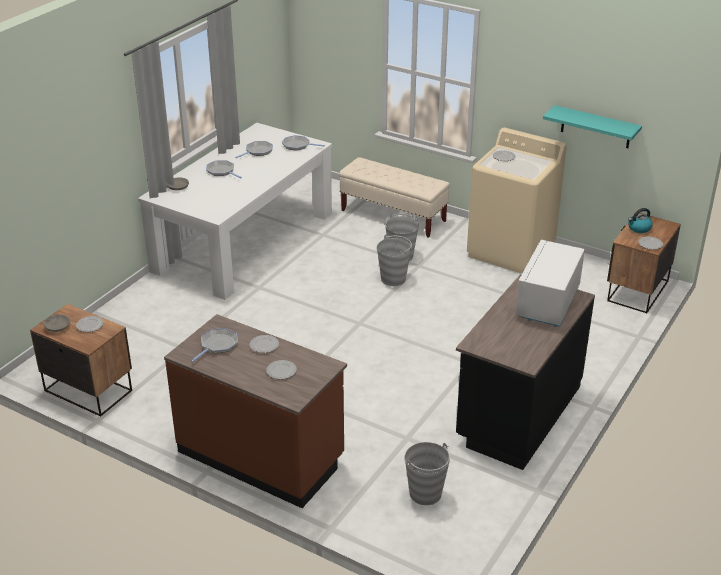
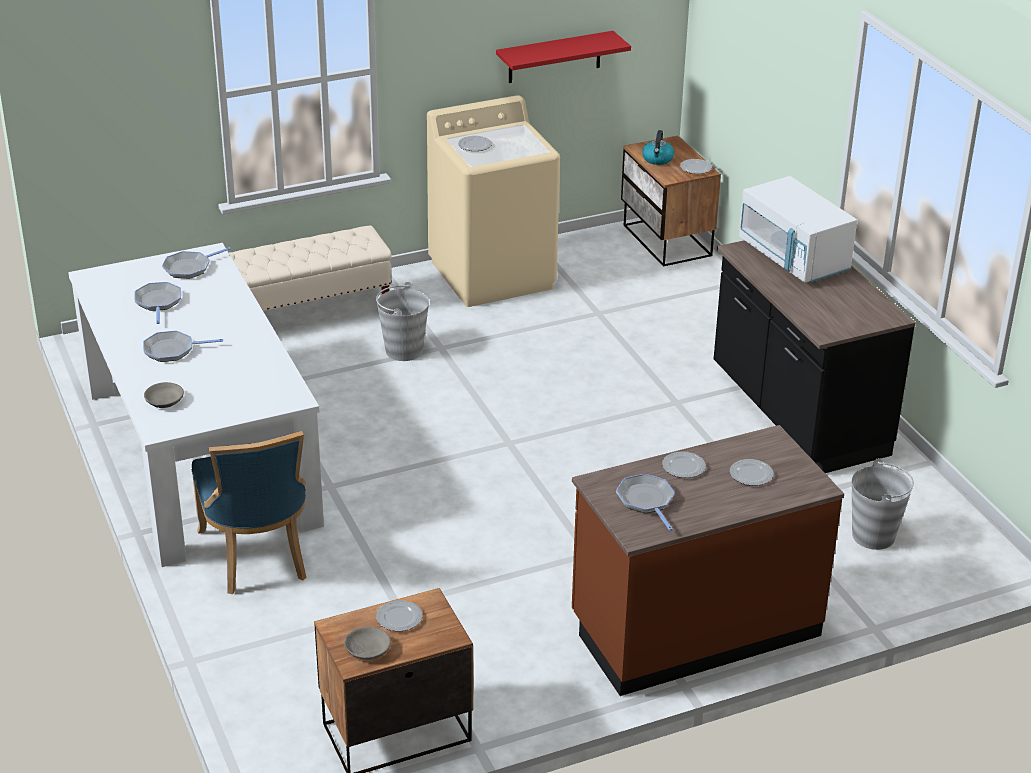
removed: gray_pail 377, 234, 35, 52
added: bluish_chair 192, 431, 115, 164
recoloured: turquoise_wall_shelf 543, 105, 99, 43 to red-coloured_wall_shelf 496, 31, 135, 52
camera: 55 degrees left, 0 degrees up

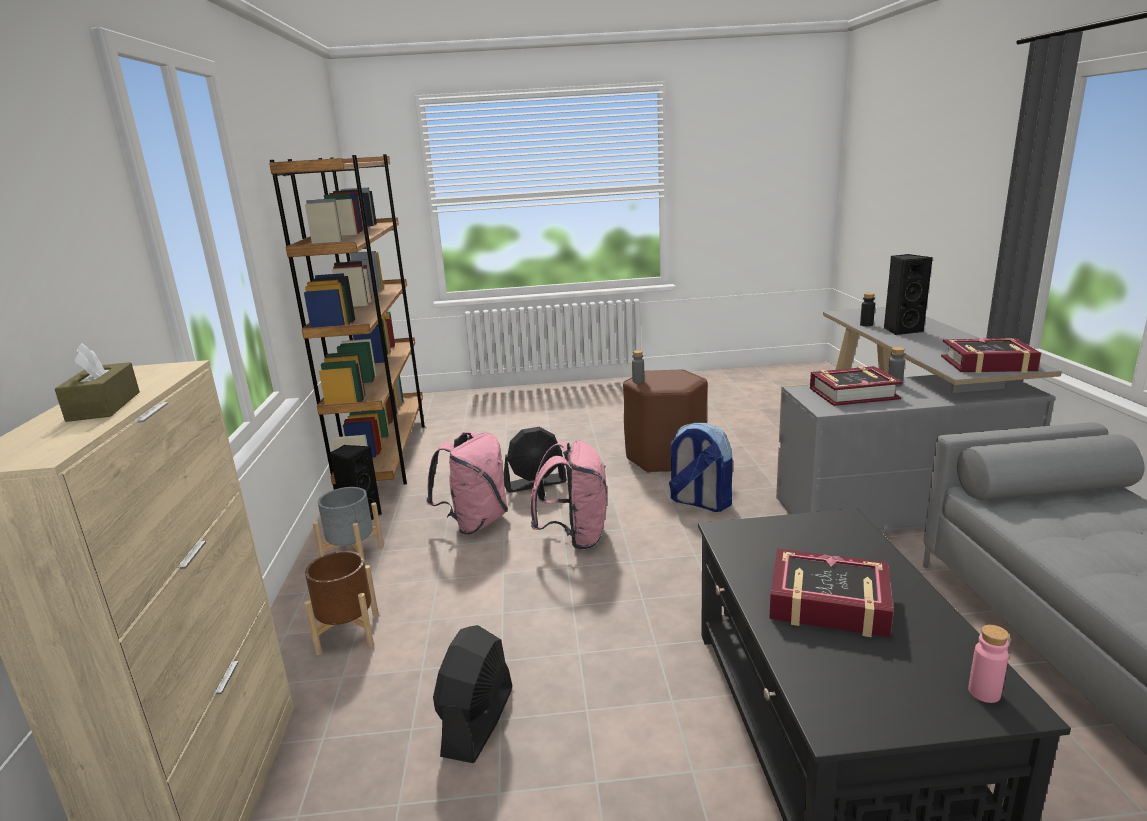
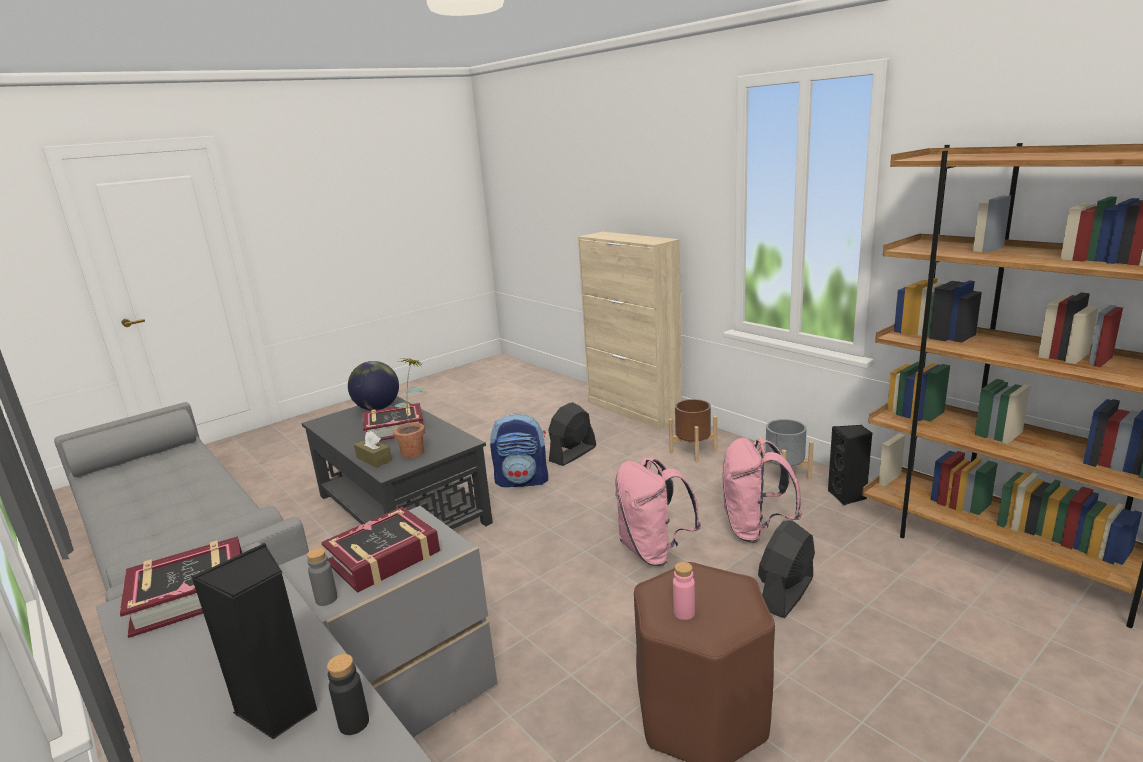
removed: gray_drink_bottle 632, 350, 13, 33
added: world_globe 348, 361, 51, 49; potted_plant 391, 358, 36, 100
moved: brown-coloured_box_of_tissues 55, 343, 85, 79 to 354, 431, 38, 37; rucksack 669, 423, 64, 89 to 490, 413, 58, 74; pink-coloured_drink_bottle 968, 625, 41, 78 to 673, 562, 22, 58
turned: black_cooling_fan 433, 625, 79, 138 = 548, 402, 48, 64 120 degrees counterclockwise
camera: 145 degrees right, 0 degrees up

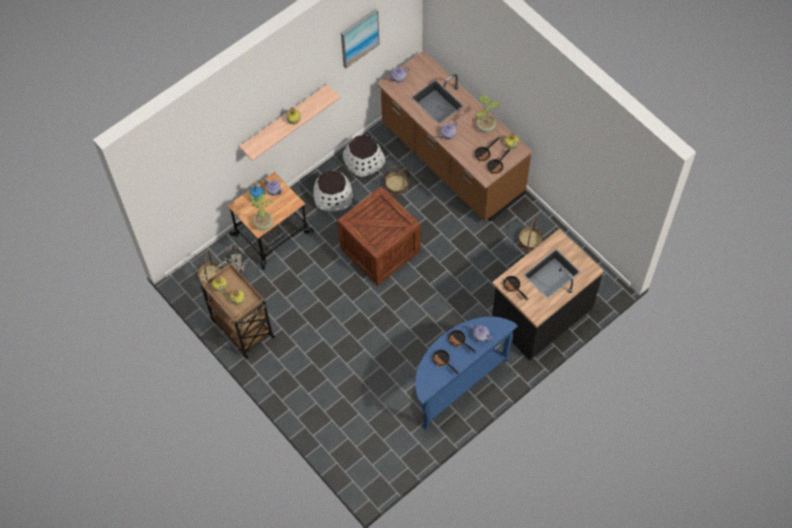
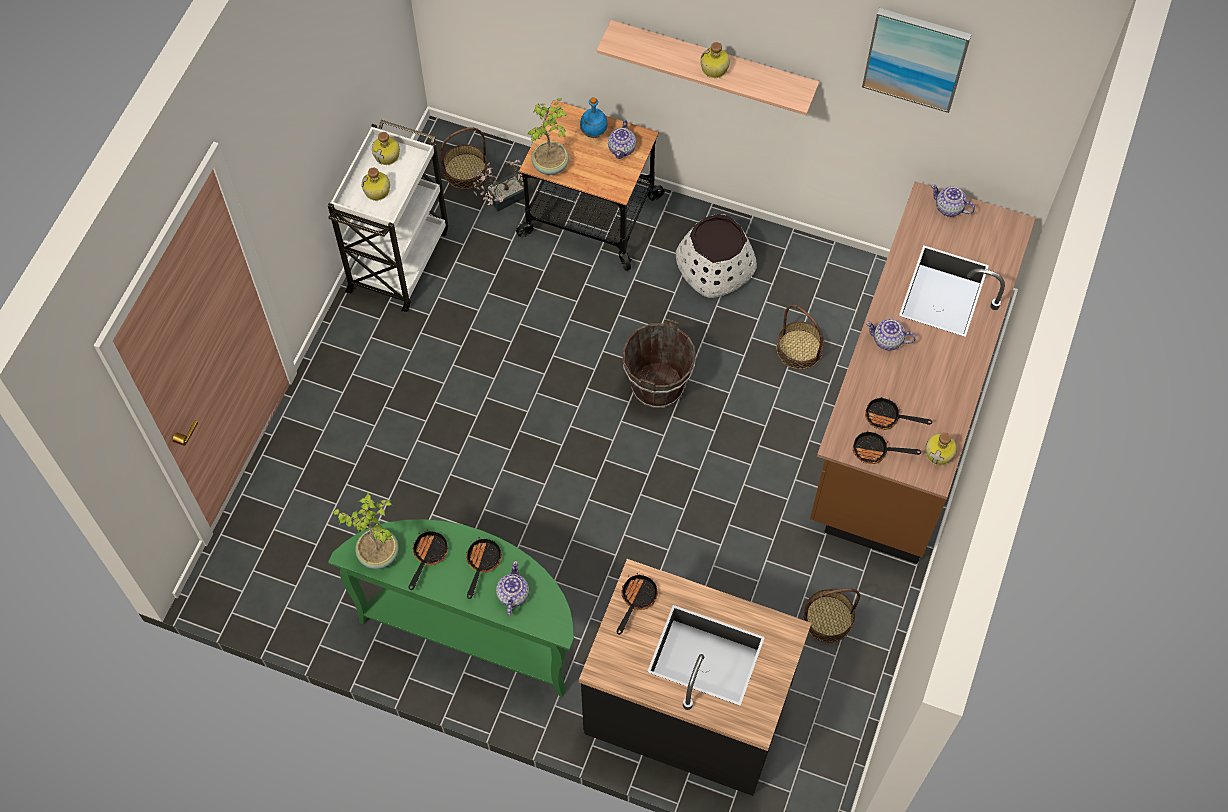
removed: white_plant_pot 343, 135, 42, 42
moved: potted_plant 476, 94, 24, 38 to 332, 493, 67, 76
replaced: packing_crate 337, 186, 84, 99 to brown-coloured_pail 623, 319, 73, 89
recoloured: brown-coloured_cart 199, 261, 77, 98 to white_cart 328, 120, 120, 192; bluish_hall_table 415, 316, 103, 113 to green-coloured_hall_table 328, 519, 246, 178
camera: 60 degrees right, 0 degrees up

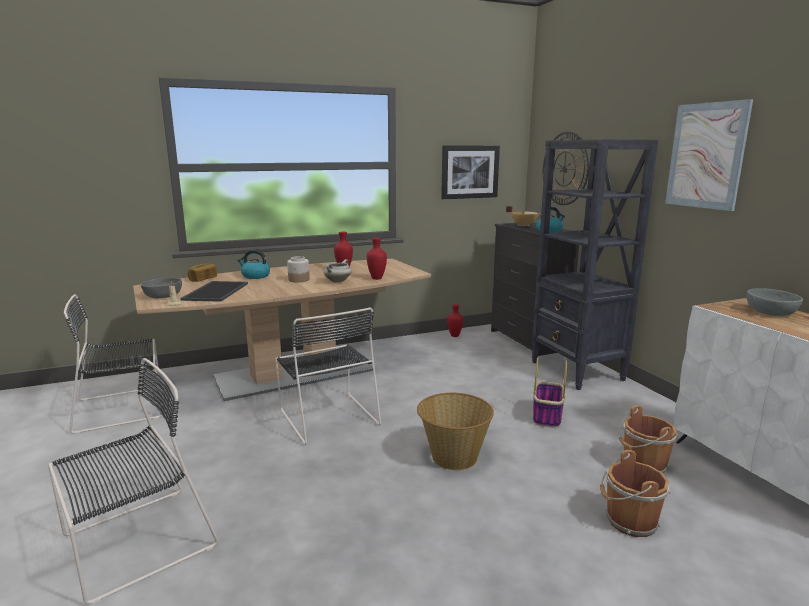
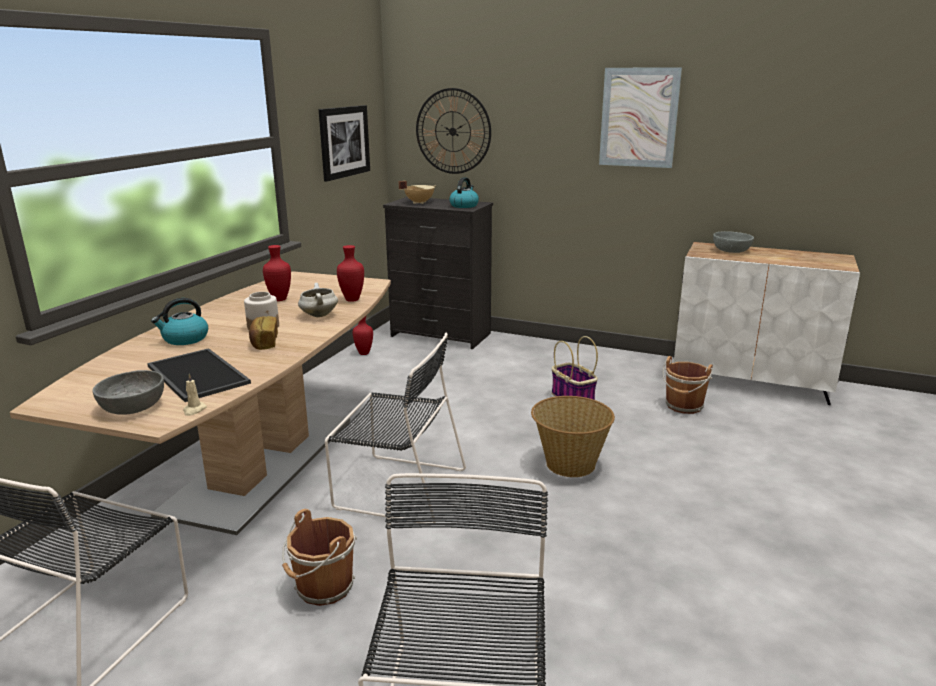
removed: black_bookcase 532, 139, 126, 251
moved: bakery_bread 188, 263, 29, 19 to 249, 316, 29, 34; brown-coloured_pail 600, 450, 71, 87 to 282, 509, 75, 97
camera: 45 degrees left, 5 degrees up

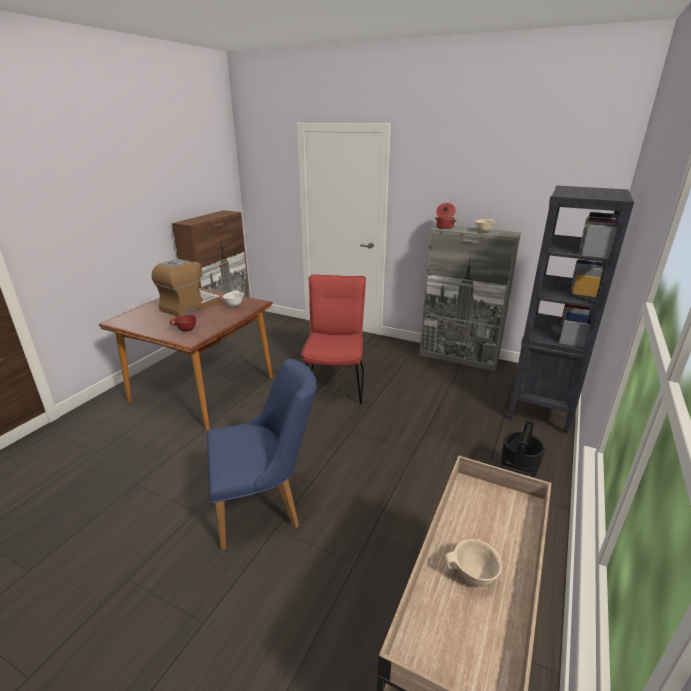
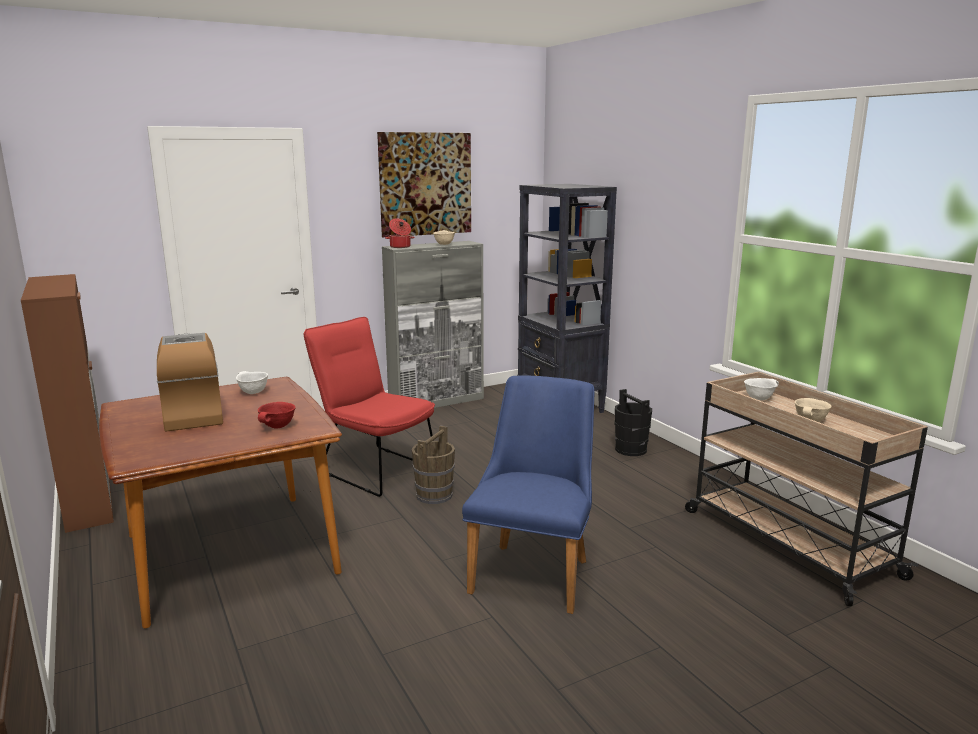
added: picture 377, 132, 94, 105; brown-coloured_pail 412, 425, 43, 79; white_bowl 744, 378, 35, 22
camera: 55 degrees left, 10 degrees down

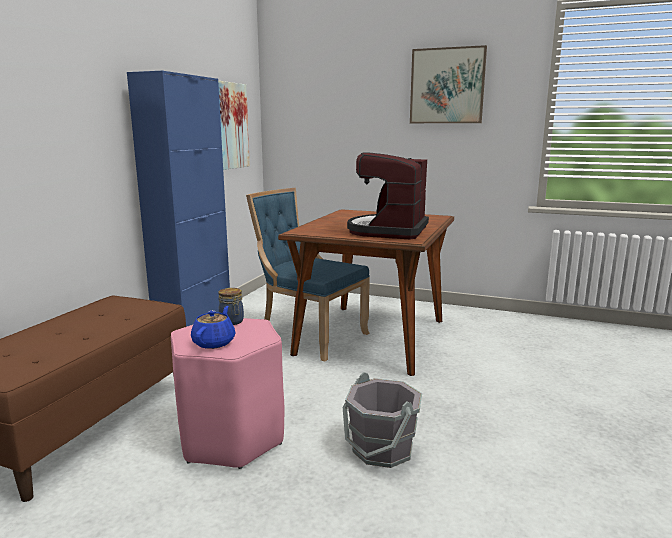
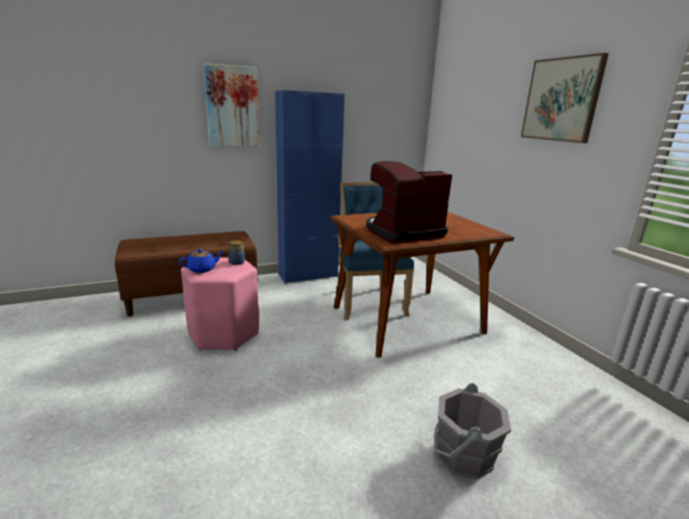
moved: picture 218, 81, 32, 89 to 204, 63, 55, 84; gray_pail 343, 372, 79, 96 to 434, 383, 77, 96
camera: 45 degrees right, 5 degrees up

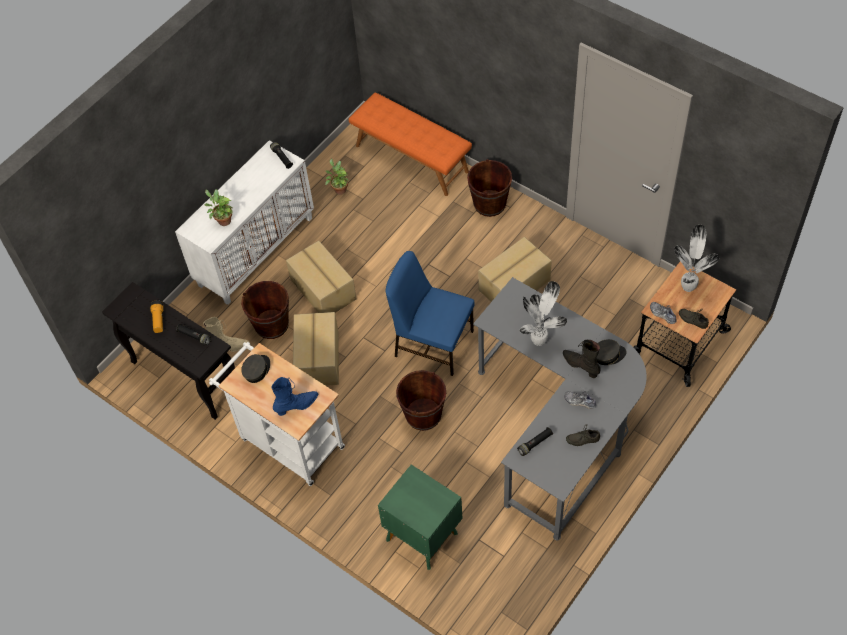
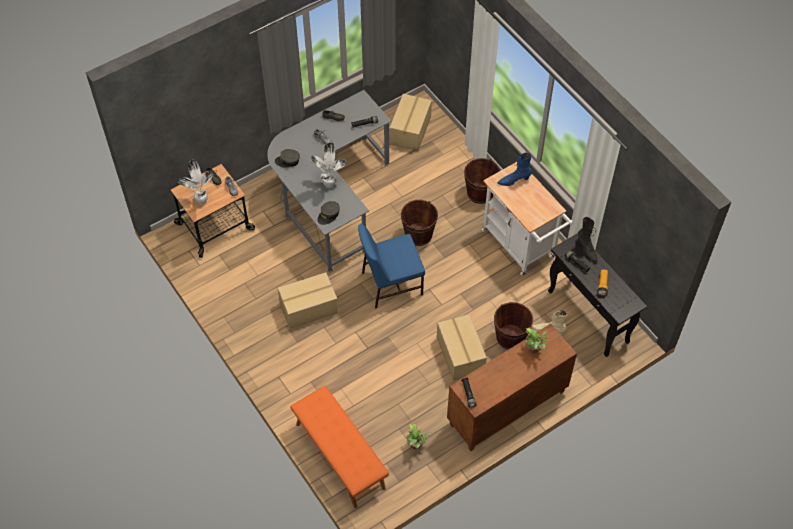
removed: green-coloured_bedside_table 378, 465, 84, 105
moved: gray_cap 241, 354, 29, 29 to 317, 201, 23, 24; cardboard_box 293, 312, 46, 74 to 390, 94, 42, 57; brown-coloured_pail 467, 159, 45, 58 to 464, 158, 36, 46; black_tall_boot 563, 340, 38, 38 to 578, 217, 19, 46
recoloured: white_cupboard 175, 140, 139, 165 to brown-coloured_cupboard 447, 324, 130, 127
turned: bluish_chair 386, 251, 89, 125 = 358, 224, 67, 85 120 degrees clockwise
camera: 165 degrees left, 0 degrees up

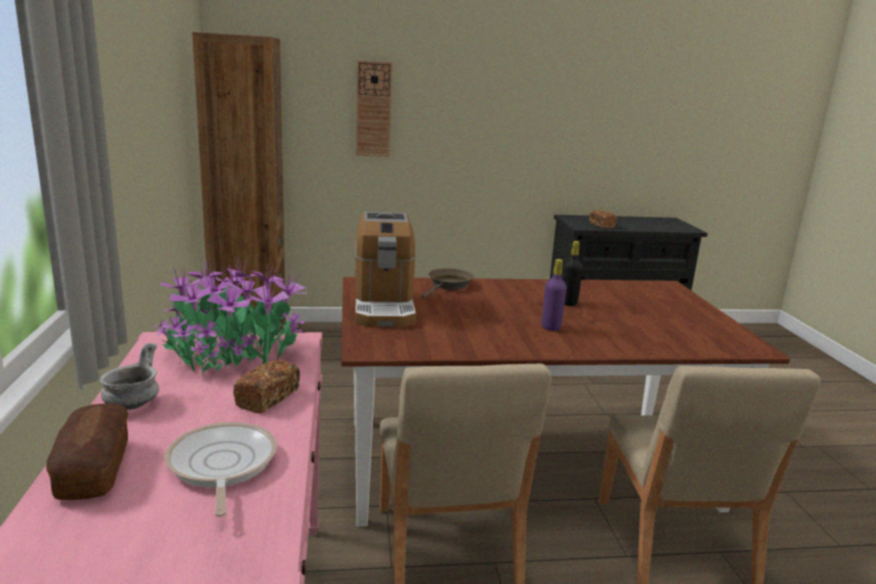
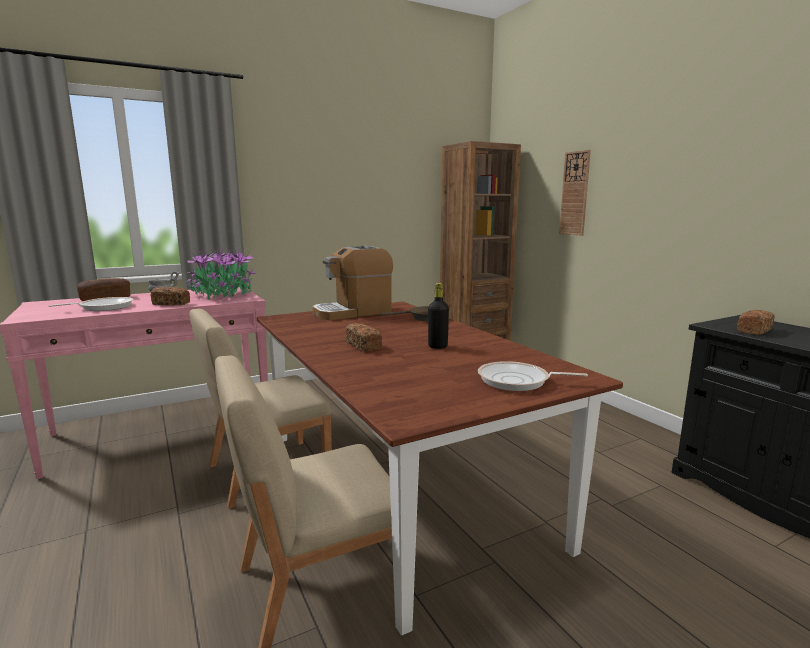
added: skillet 478, 361, 110, 30
replaced: purple_drink_bottle 542, 259, 25, 72 to bakery_bread 345, 323, 37, 28
camera: 70 degrees right, 5 degrees down

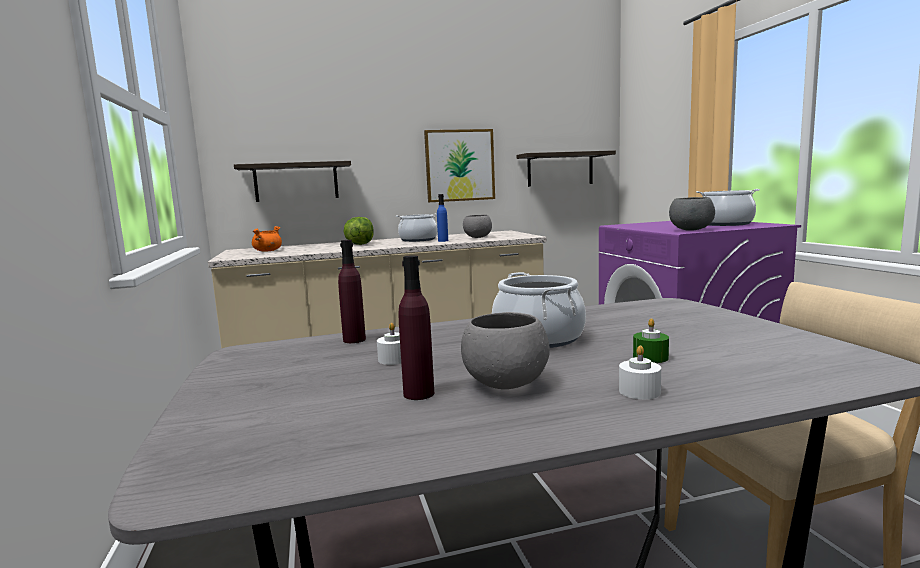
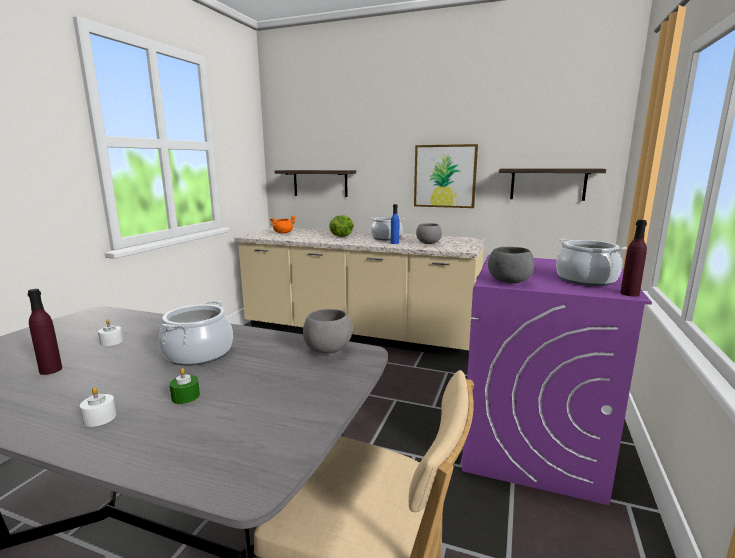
moved: purple_drink_bottle 338, 240, 28, 103 to 620, 220, 27, 77; gray_bowl 461, 312, 89, 77 to 303, 309, 50, 45
camera: 35 degrees right, 5 degrees up

